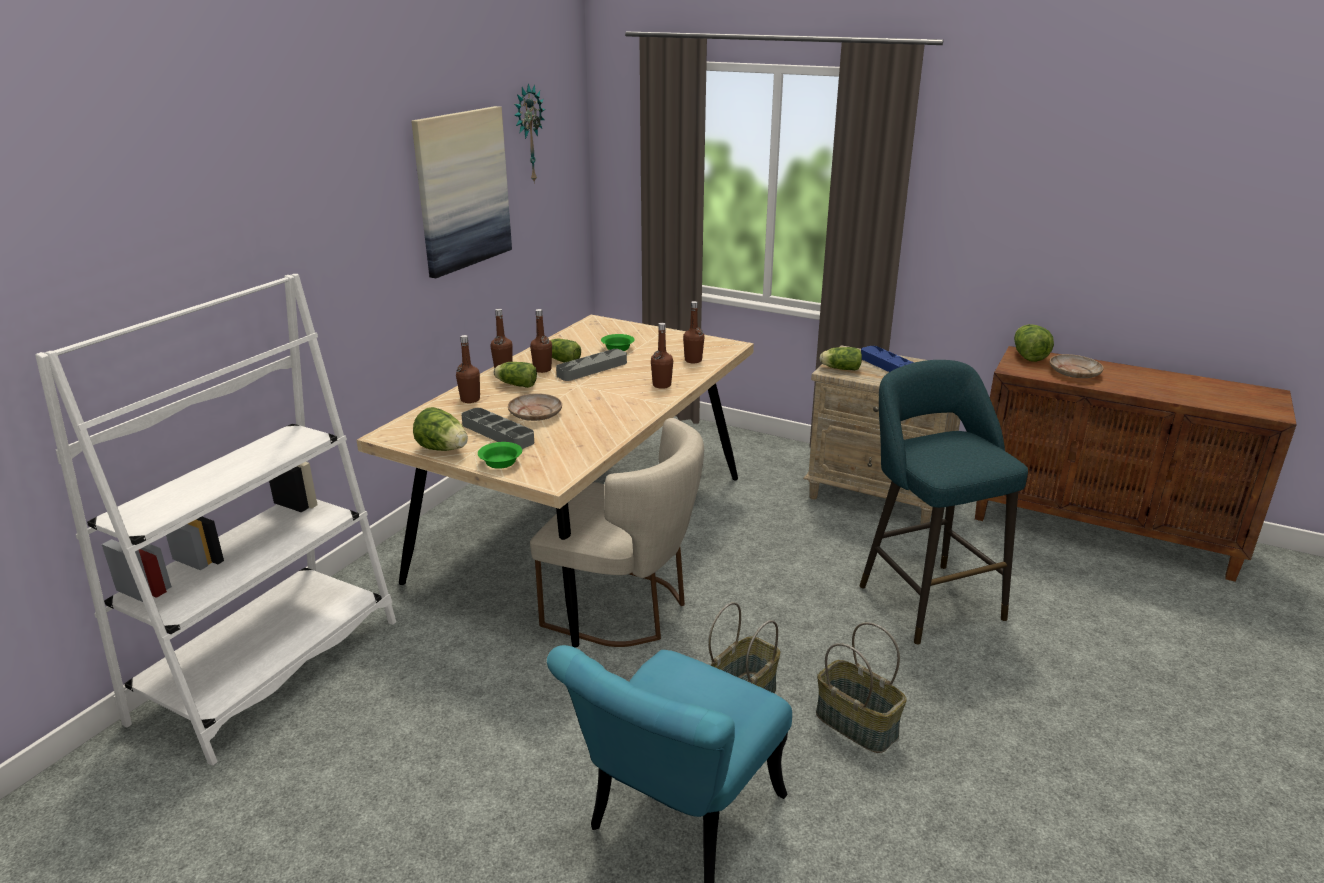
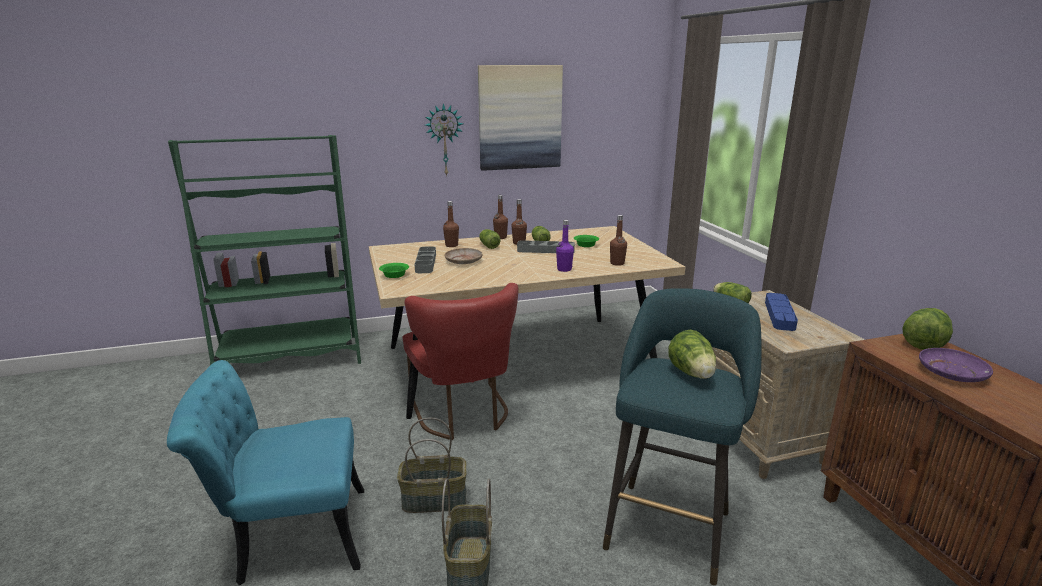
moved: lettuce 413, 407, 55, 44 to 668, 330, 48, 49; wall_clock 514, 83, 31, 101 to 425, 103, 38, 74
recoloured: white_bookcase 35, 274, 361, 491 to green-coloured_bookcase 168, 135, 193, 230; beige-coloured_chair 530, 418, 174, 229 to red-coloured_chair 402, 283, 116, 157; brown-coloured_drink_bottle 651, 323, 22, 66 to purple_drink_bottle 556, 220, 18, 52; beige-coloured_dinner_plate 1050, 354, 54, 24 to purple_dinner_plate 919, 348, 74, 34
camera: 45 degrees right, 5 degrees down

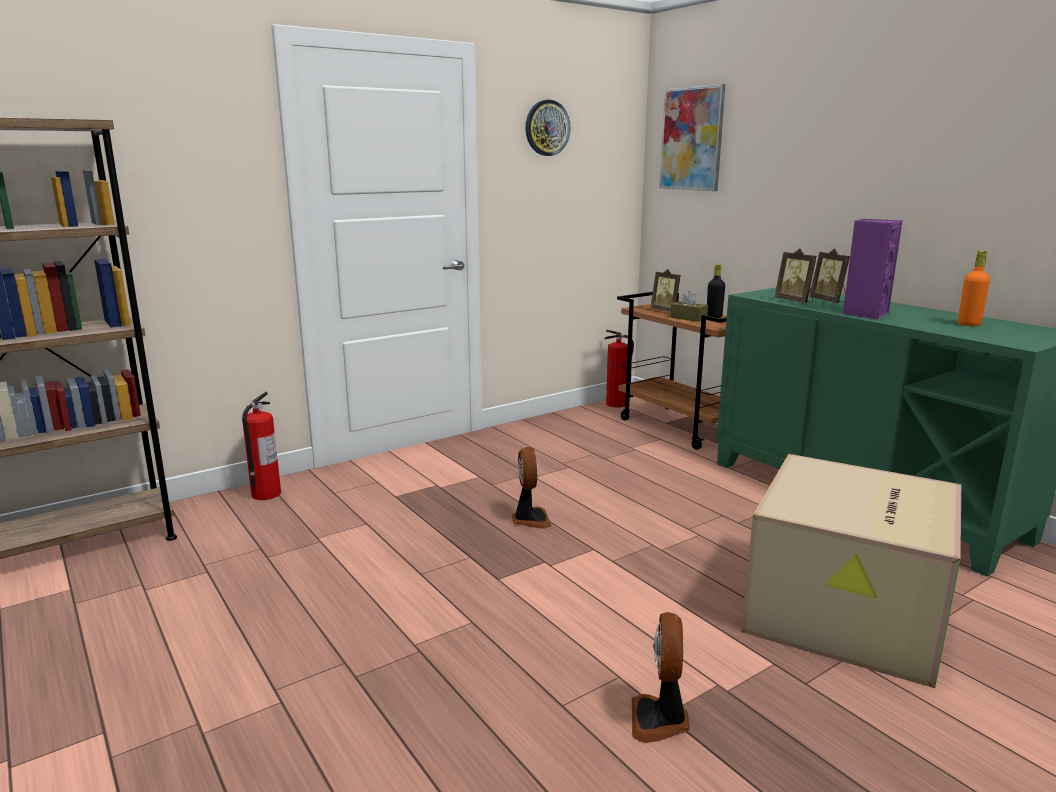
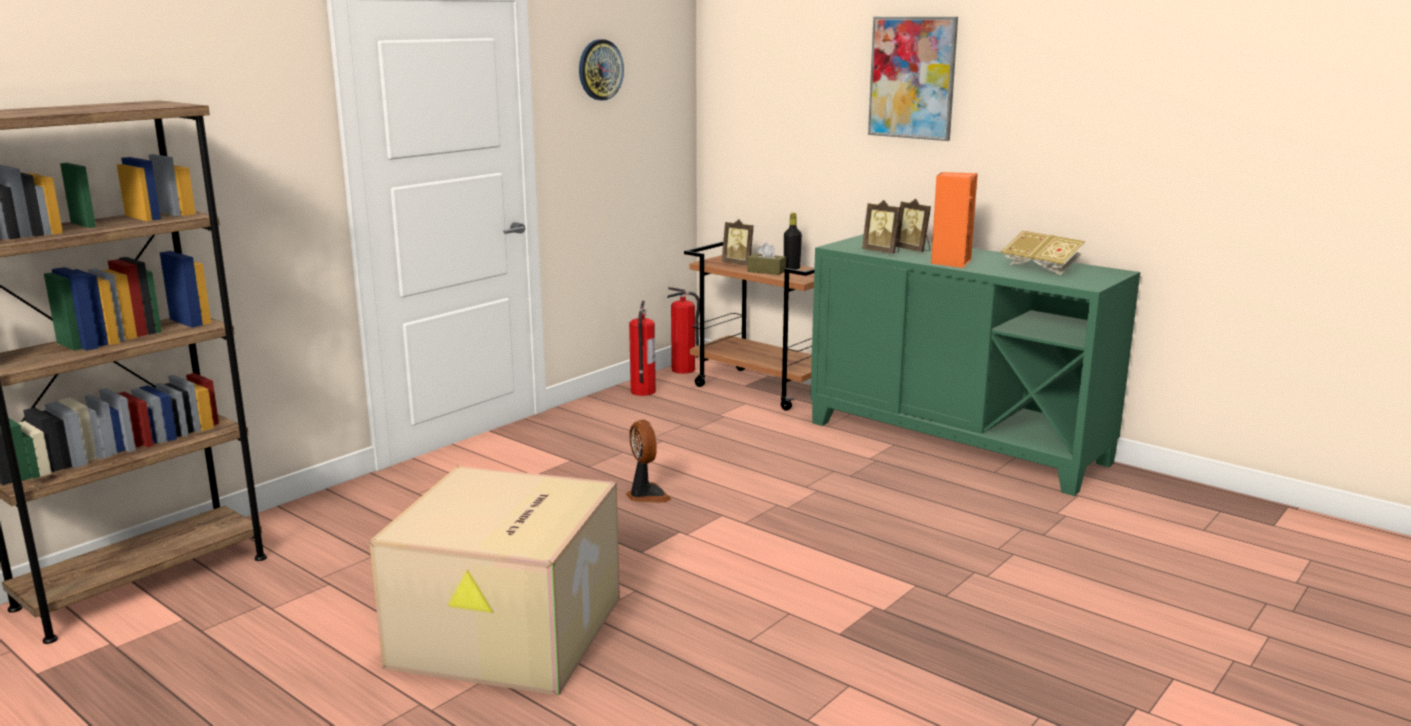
removed: cooling_fan 632, 612, 58, 131
moved: fire-fighting_cylinder 242, 392, 39, 108 to 629, 300, 27, 96; picture 659, 84, 66, 107 to 868, 17, 90, 124; cardboard_box 741, 454, 220, 234 to 369, 466, 251, 230
replaced: orange-coloured_drink_bottle 958, 250, 32, 76 to volume 1000, 230, 86, 46
recoloured: purple_audio_speaker 843, 219, 60, 101 to orange-coloured_audio_speaker 931, 172, 47, 96
camera: 15 degrees left, 0 degrees up

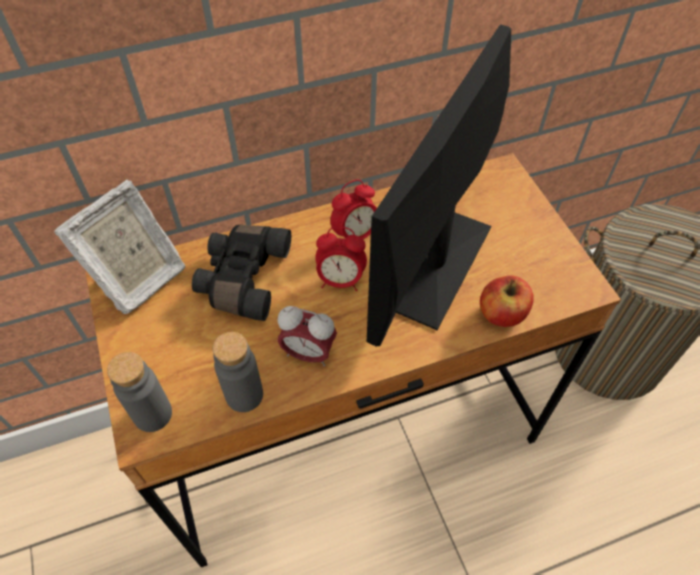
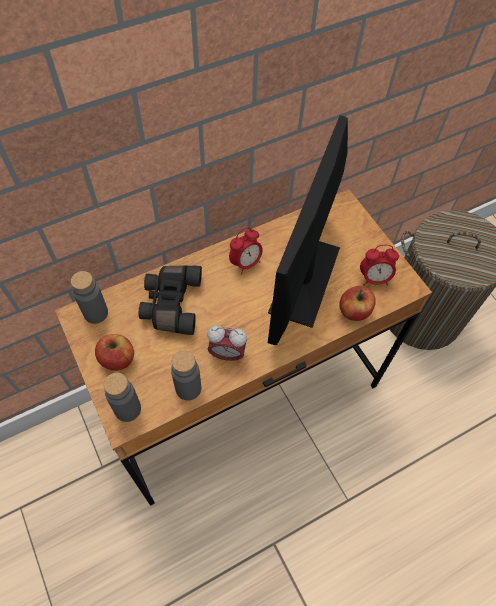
added: apple_fruit 95, 334, 39, 37
moved: table_clock 315, 227, 52, 64 to 360, 245, 39, 41
replaced: standing_frame 54, 179, 131, 135 to gray_drink_bottle 71, 271, 37, 53
camera: 10 degrees left, 5 degrees up

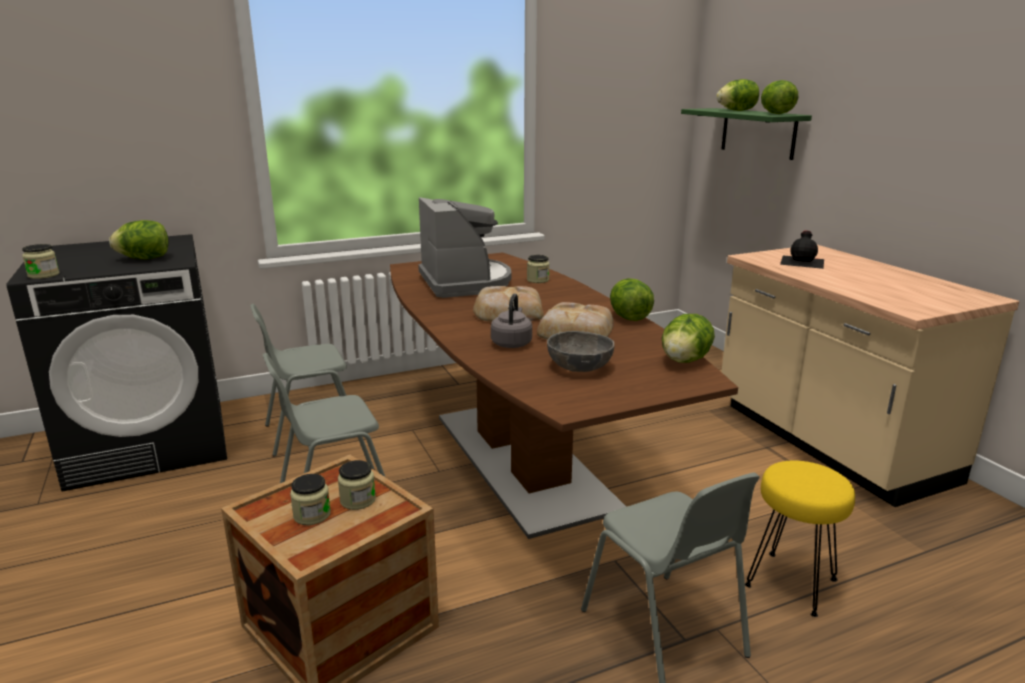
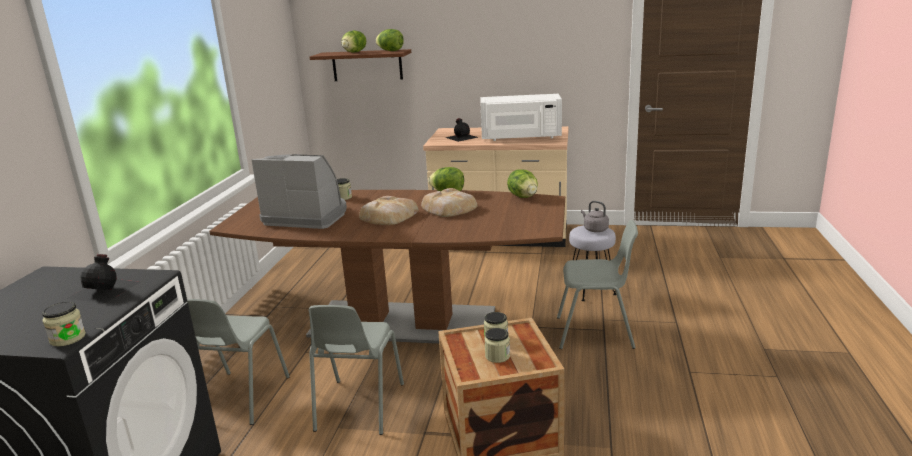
removed: gray_bowl 547, 331, 67, 41
added: white_kitchen_microwave 480, 94, 82, 47
moved: gray_water_kettle 491, 293, 41, 55 to 581, 201, 28, 31
replaced: lettuce 109, 220, 59, 39 to black_drink_bottle 66, 254, 74, 49
recoloured: green-coloured_wall_shelf 681, 108, 131, 52 to brown-coloured_wall_shelf 310, 49, 101, 32; yellow_stool 745, 460, 110, 157 to gray_stool 569, 225, 47, 76
camera: 55 degrees left, 0 degrees up

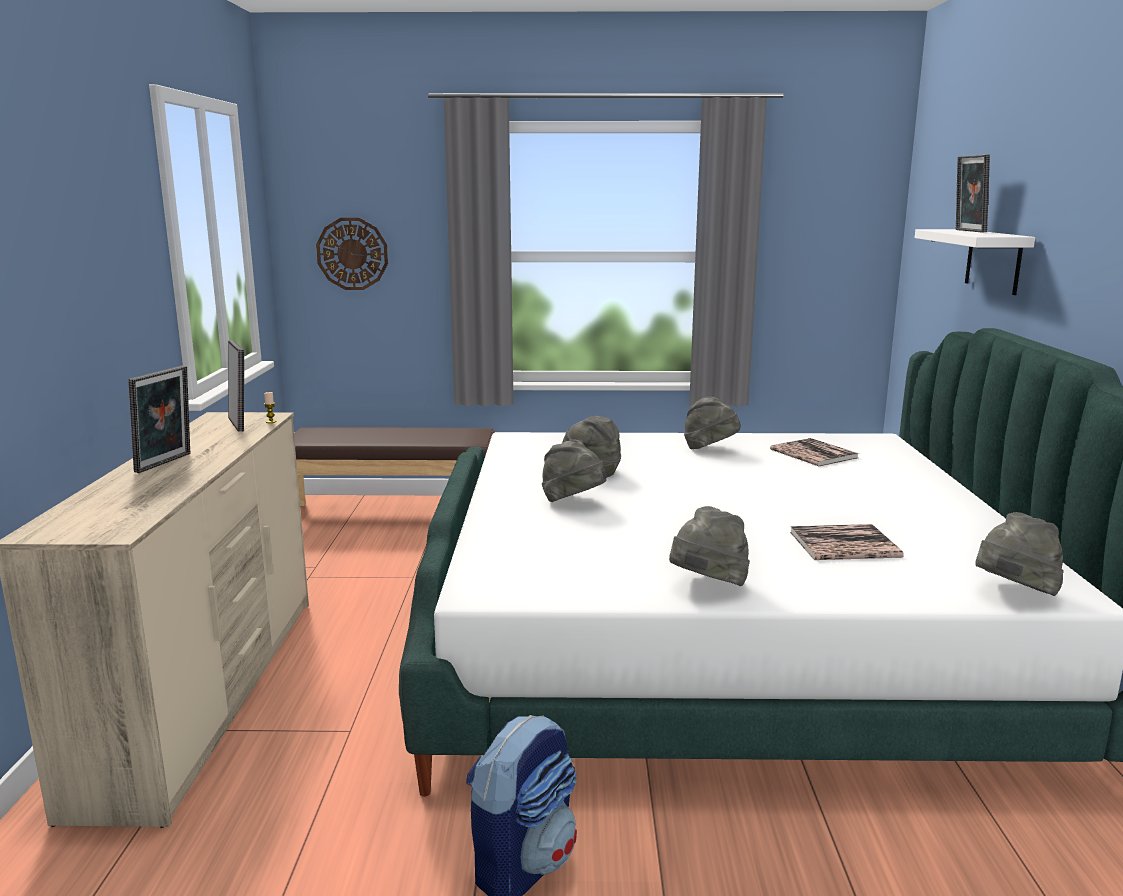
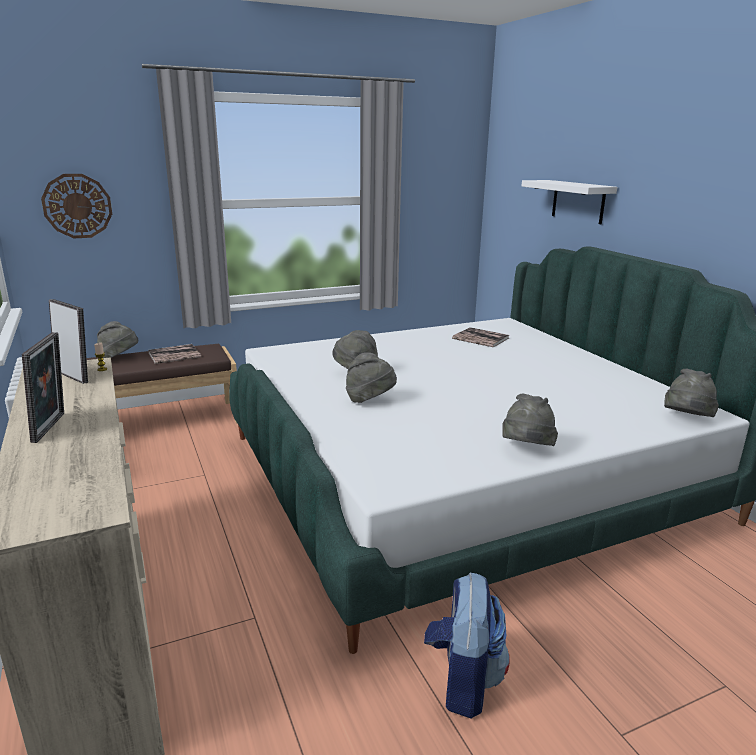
removed: standing_frame 956, 154, 34, 78
moved: gray_wearable_hat 684, 397, 57, 52 to 97, 321, 41, 37; volume 790, 524, 114, 36 to 148, 344, 53, 20
camera: 25 degrees left, 5 degrees up

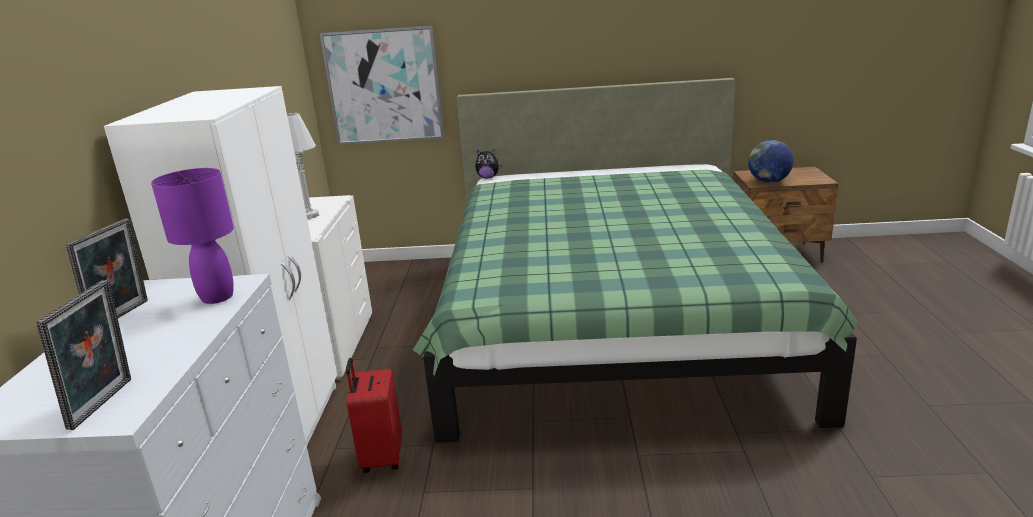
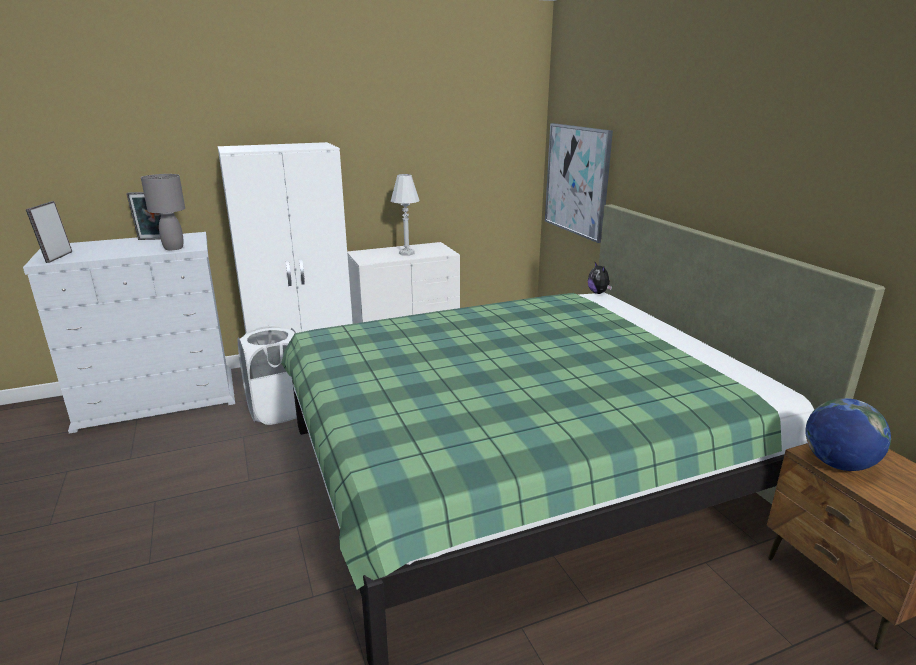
replaced: red-coloured_suitcase 346, 358, 56, 115 to white_washing_basket 237, 325, 60, 100
recoloured: purple_tabletop_lamp 151, 168, 83, 136 to gray_tabletop_lamp 141, 174, 44, 76
turned: standing_frame 36, 280, 95, 150 = 26, 201, 46, 62 105 degrees clockwise
camera: 65 degrees right, 0 degrees up

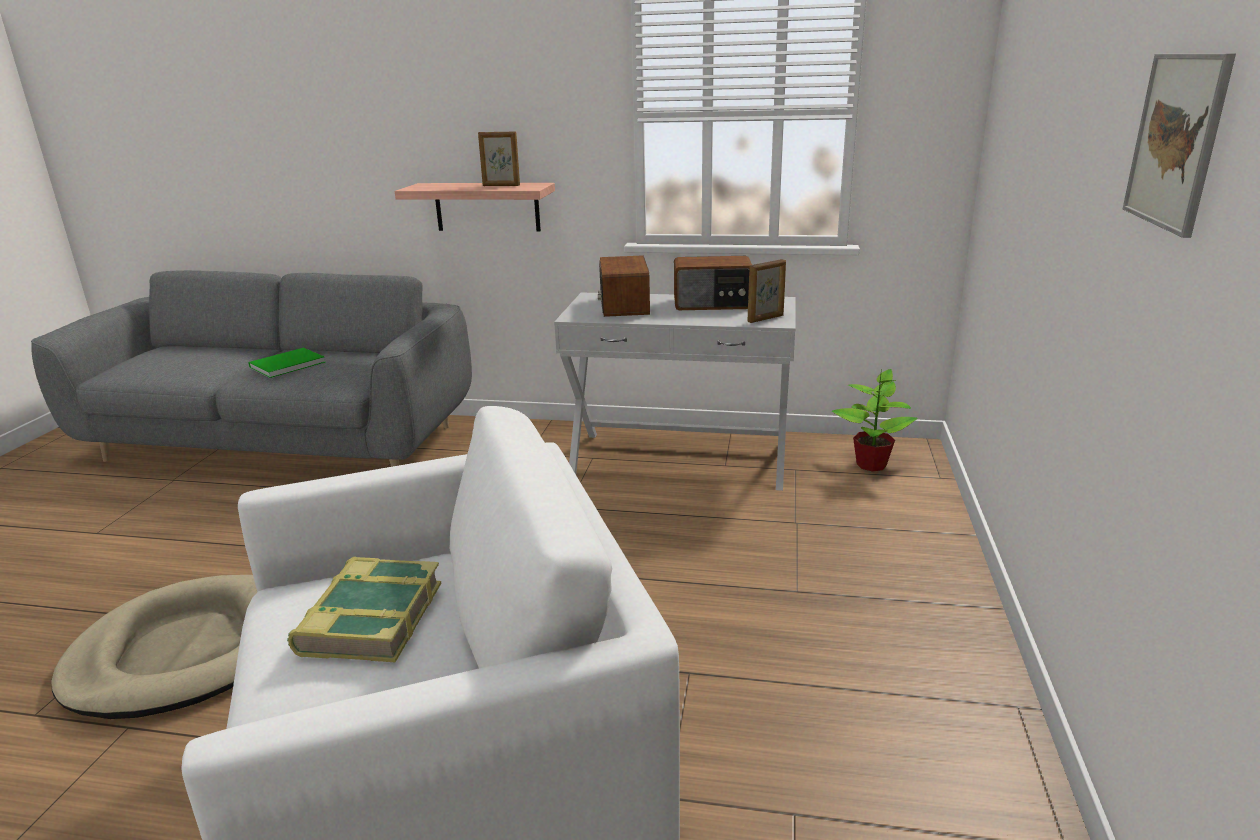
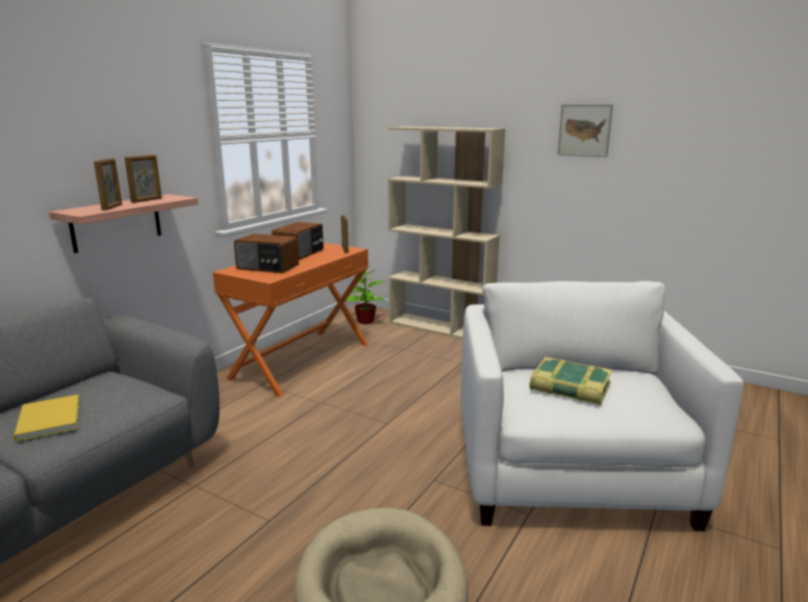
added: standing_frame 94, 158, 28, 53; beige-coloured_bookcase 388, 126, 117, 213
recoloured: green-coloured_volume 248, 348, 77, 30 to yellow_volume 13, 394, 67, 47; white_hall_table 554, 293, 242, 198 to orange-coloured_hall_table 213, 243, 156, 154
camera: 70 degrees left, 5 degrees down

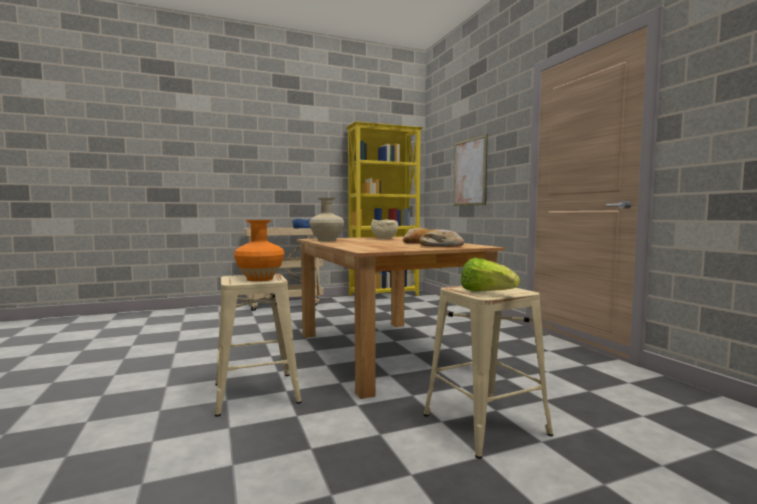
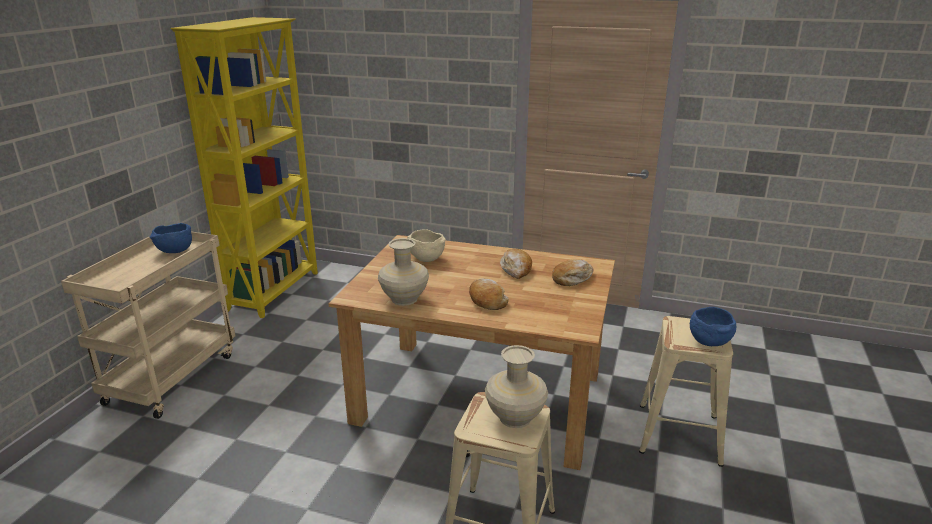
removed: picture 454, 134, 34, 72
added: bakery_bread 469, 279, 40, 31
replaced: lettuce 461, 258, 59, 34 to bluish_bowl 690, 307, 46, 39
recoloured: orange-coloured_decorative_vase 234, 220, 51, 61 to beige-coloured_decorative_vase 485, 345, 63, 83
camera: 50 degrees left, 20 degrees up

